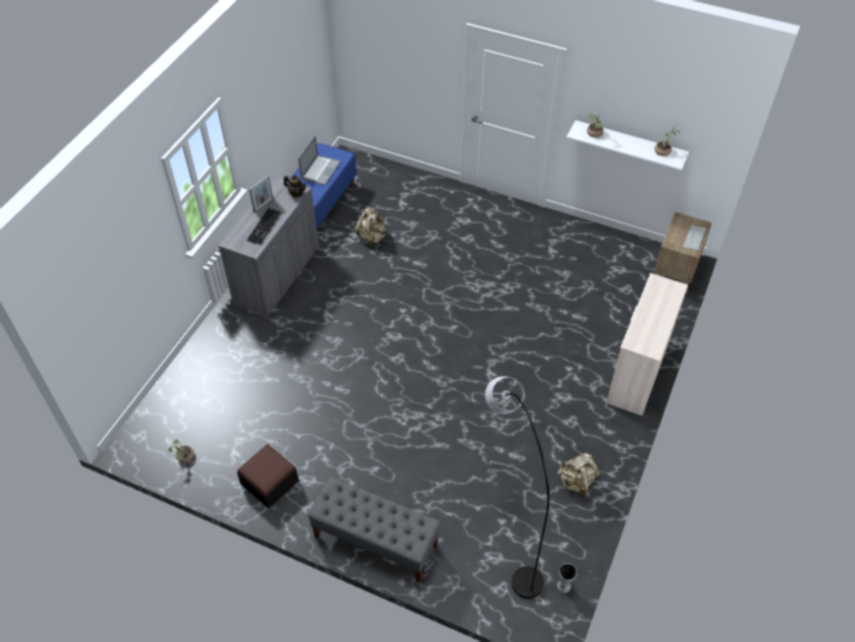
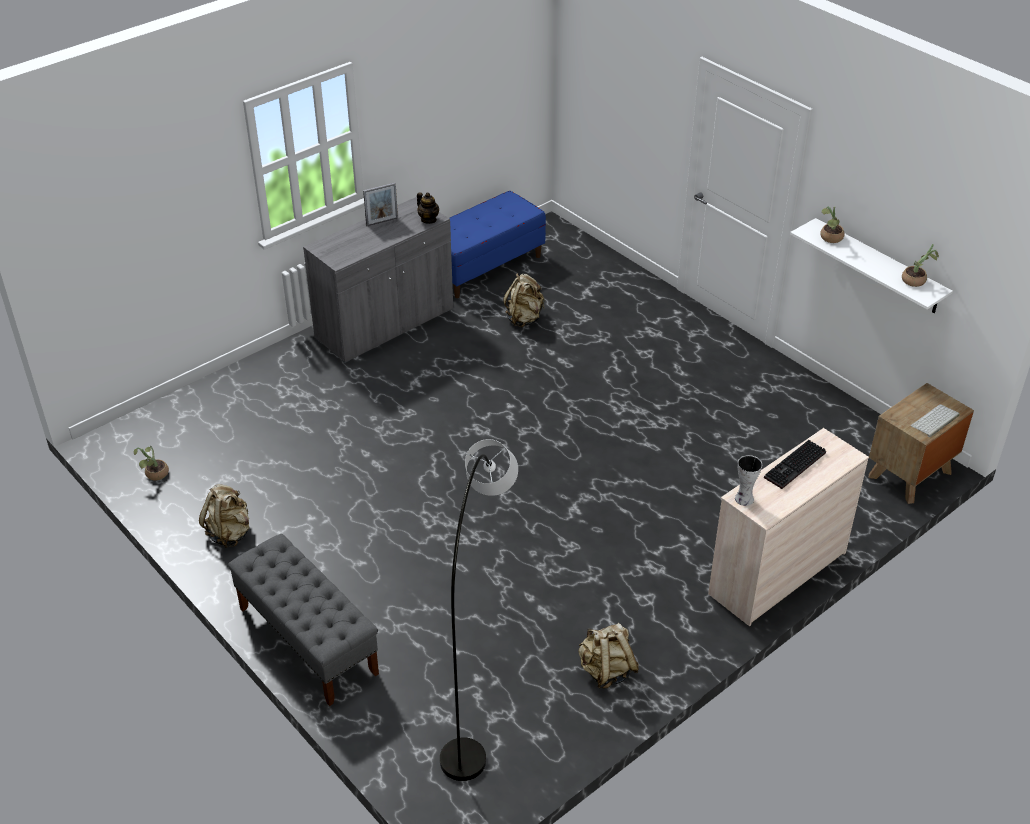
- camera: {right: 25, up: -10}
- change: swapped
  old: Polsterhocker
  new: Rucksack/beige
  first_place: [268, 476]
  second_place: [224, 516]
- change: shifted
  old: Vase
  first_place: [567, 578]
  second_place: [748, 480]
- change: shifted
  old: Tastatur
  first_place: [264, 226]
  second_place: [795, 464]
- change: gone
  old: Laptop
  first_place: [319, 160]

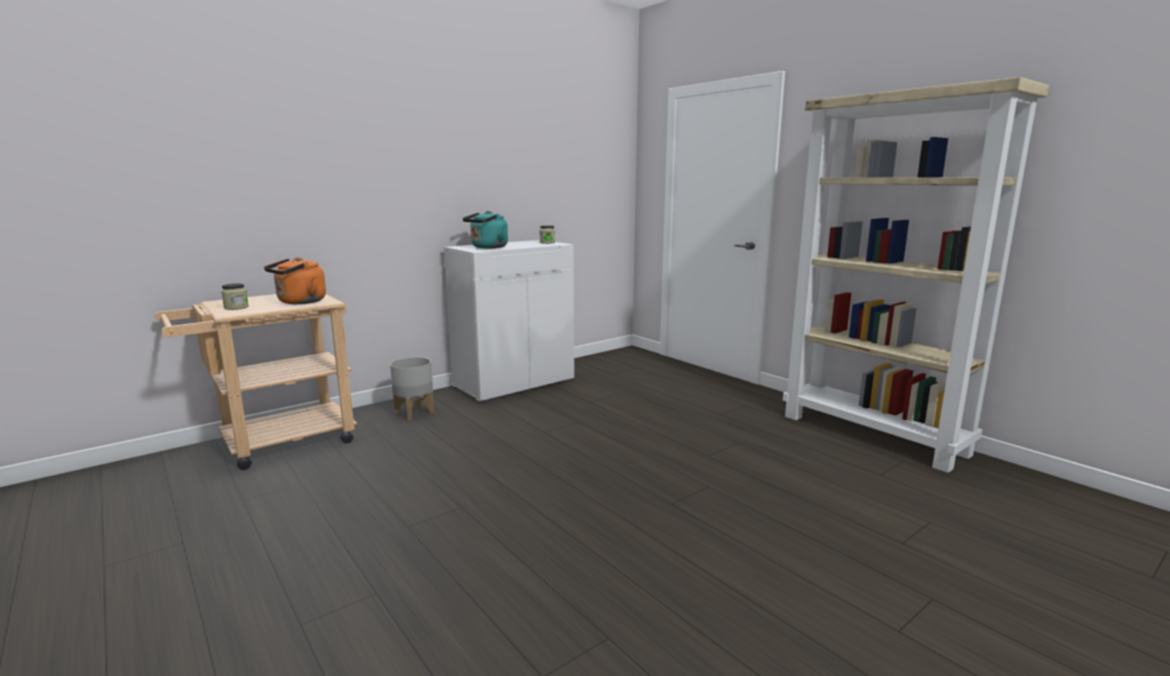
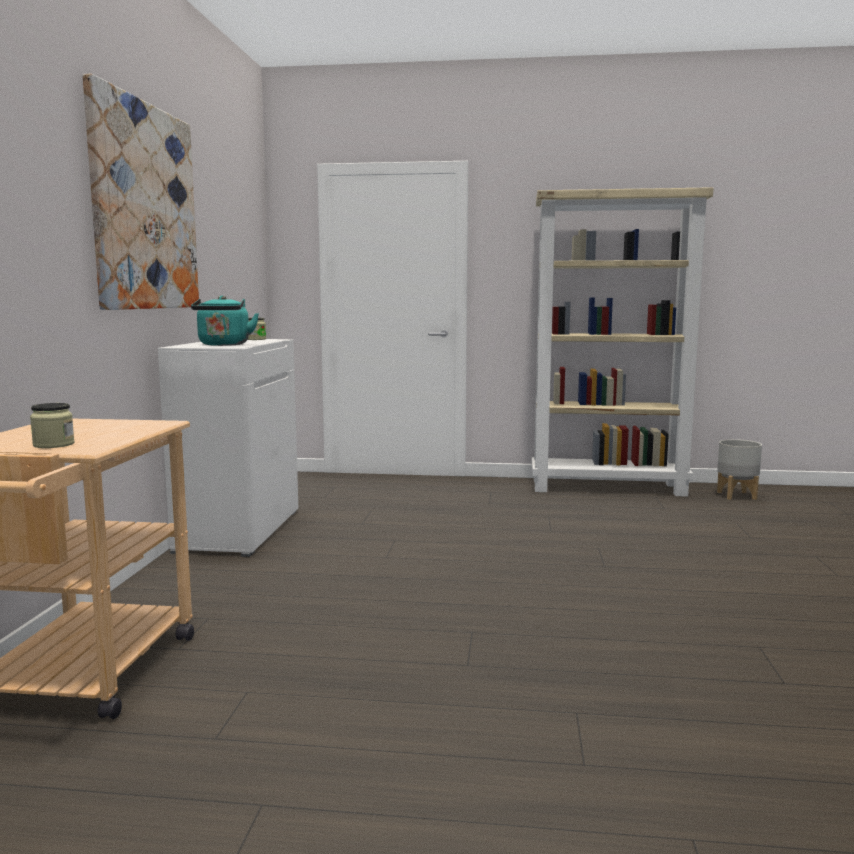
- camera: {right: -45, up: -5}
- change: new
  new: Bild
  second_place: [141, 192]
- change: shifted
  old: Pflanzkübel/grau
  first_place: [412, 389]
  second_place: [739, 469]
- change: gone
  old: Wasserkessel/orange
  first_place: [295, 280]

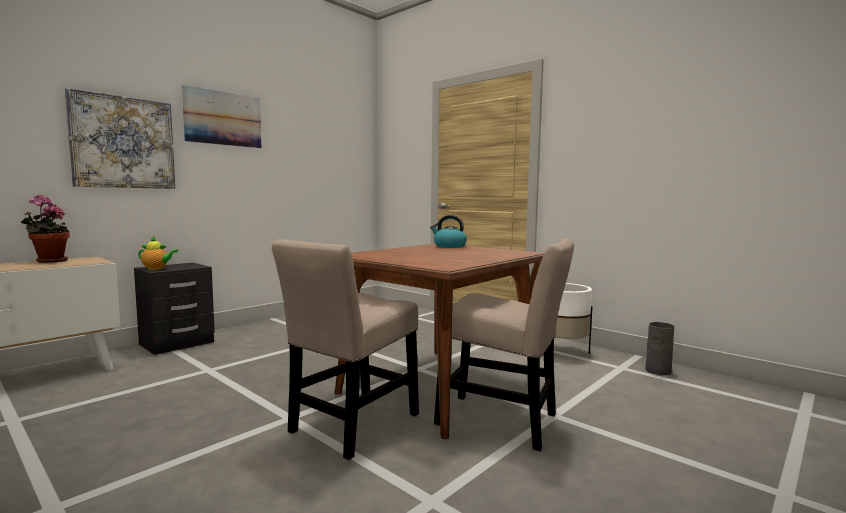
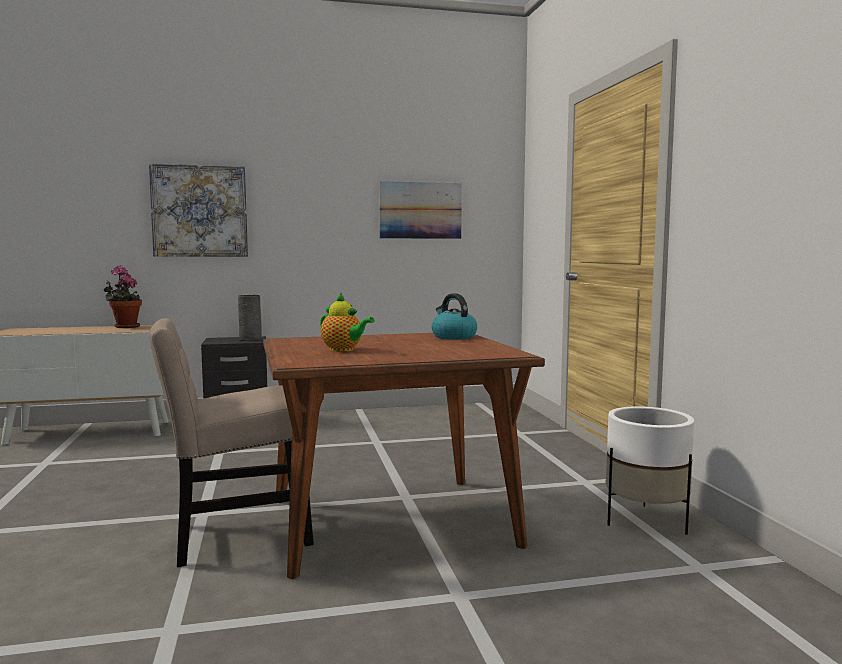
- camera: {right: 35, up: 0}
- change: shifted
  old: Vase/grau
  first_place: [660, 348]
  second_place: [250, 318]
- change: shifted
  old: Teekanne
  first_place: [158, 253]
  second_place: [347, 321]
- change: shifted
  old: Bild
  first_place: [221, 116]
  second_place: [420, 210]
- change: gone
  old: Stuhl/beige
  first_place: [504, 344]

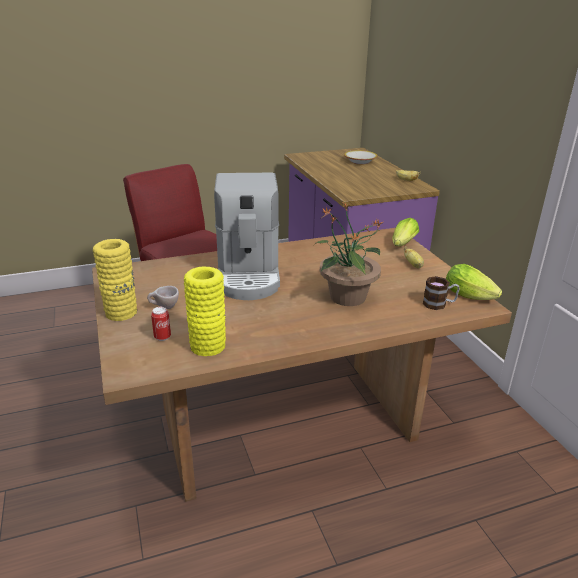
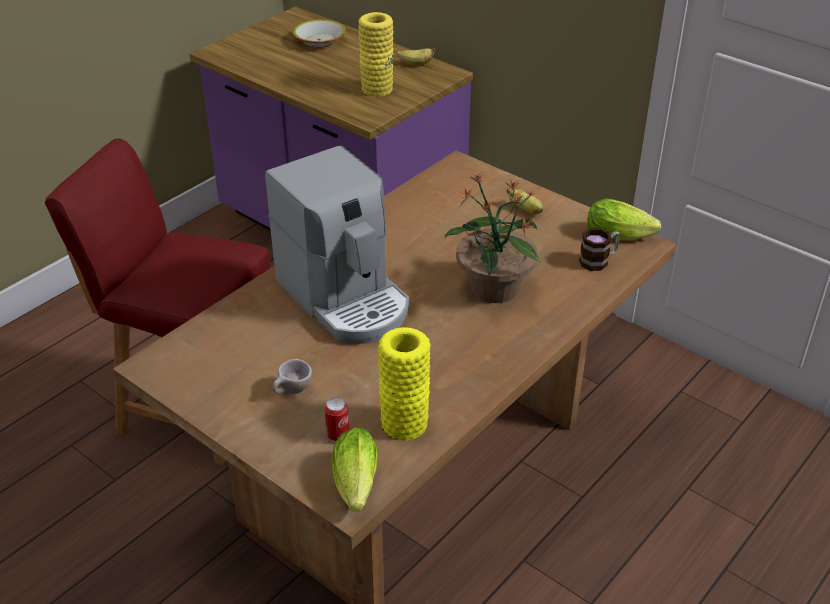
- camera: {right: -30, up: 10}
- change: shifted
  old: Salatkopf
  first_place: [406, 232]
  second_place: [355, 470]
- change: shifted
  old: Vase/gelb
  first_place: [115, 280]
  second_place: [376, 54]

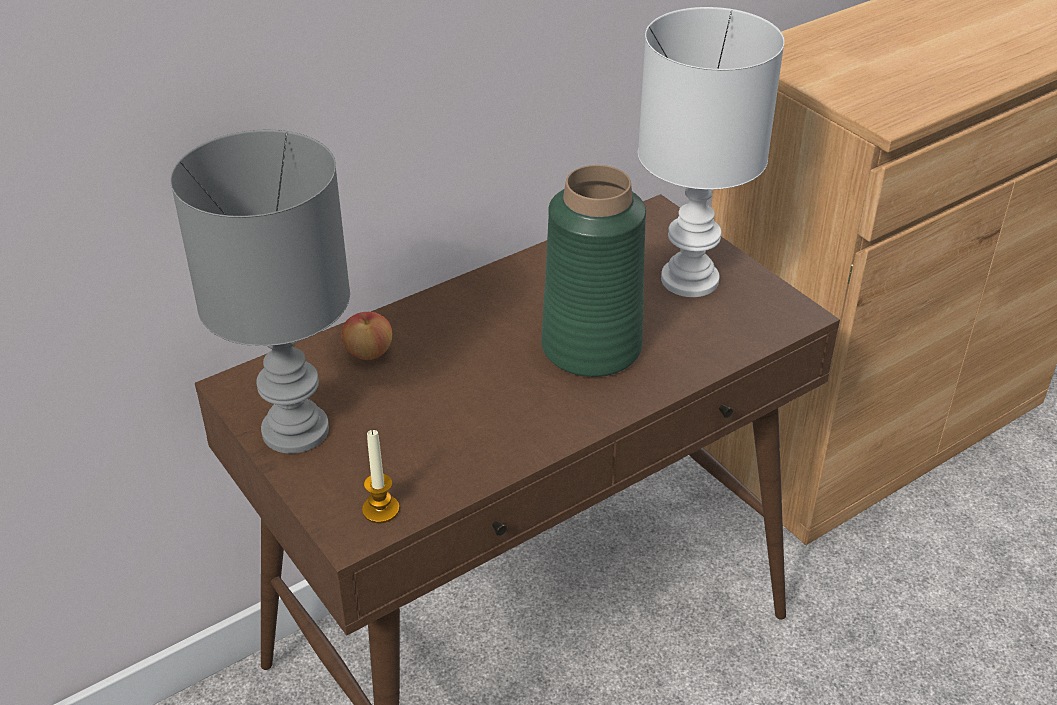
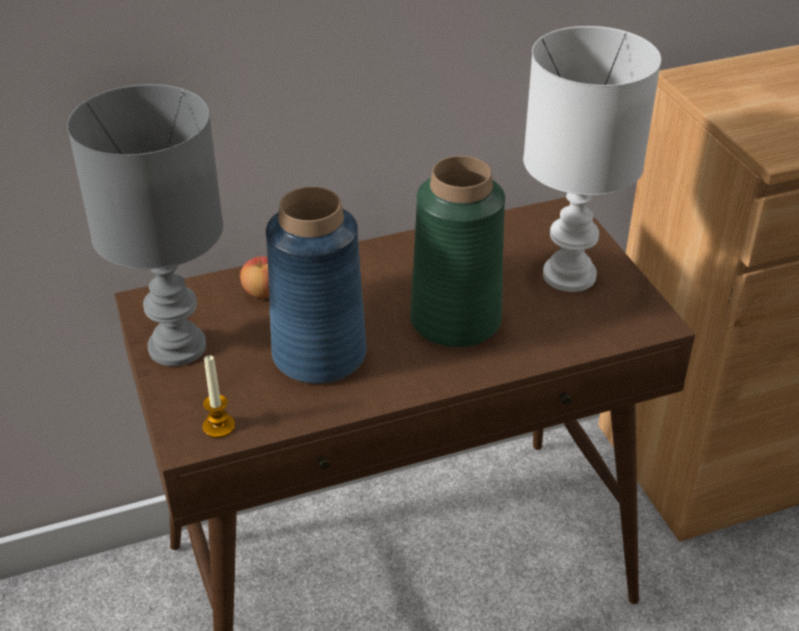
- camera: {right: 15, up: 0}
- change: new
  new: Vase/blau
  second_place: [316, 285]

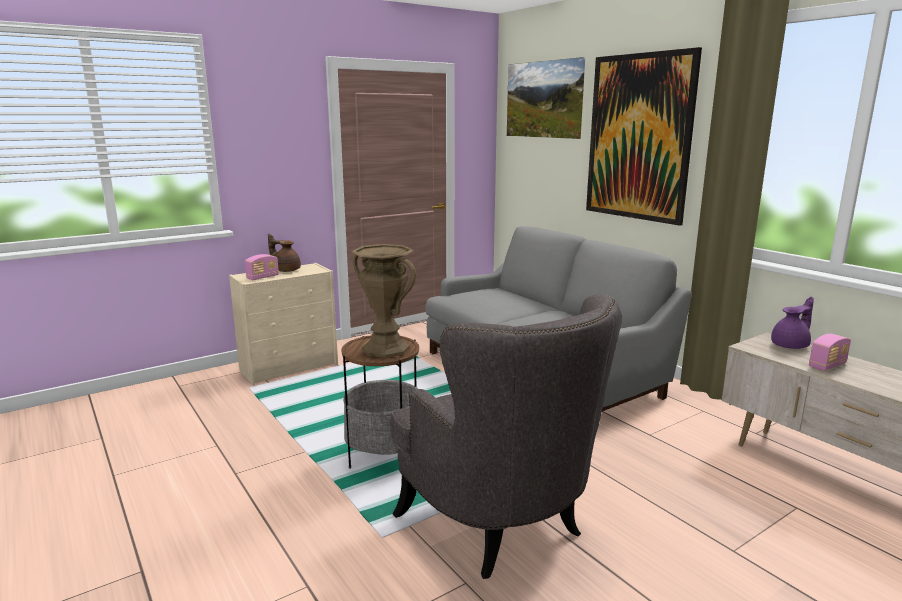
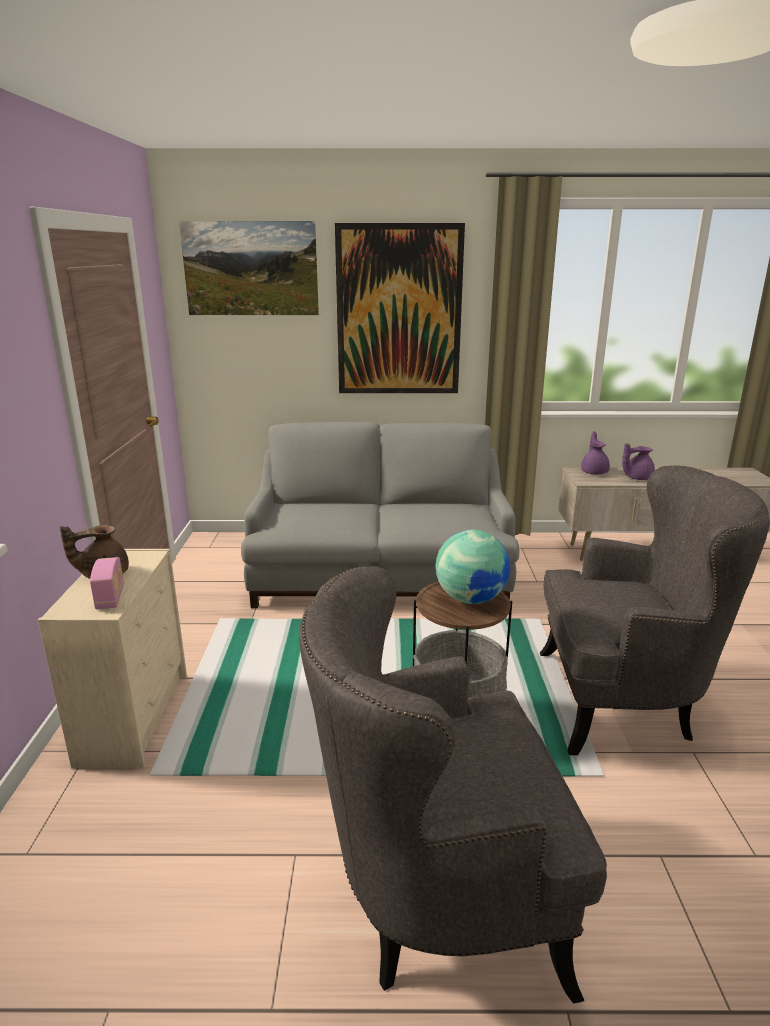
- camera: {right: -55, up: 5}
- change: new
  new: Sessel/grau
  second_place: [453, 784]
- change: swapped
  old: Vase/braun
  new: Globus
  first_place: [383, 301]
  second_place: [472, 567]
- change: swapped
  old: Radio
  new: Teekanne/lila
  first_place: [830, 352]
  second_place: [638, 461]

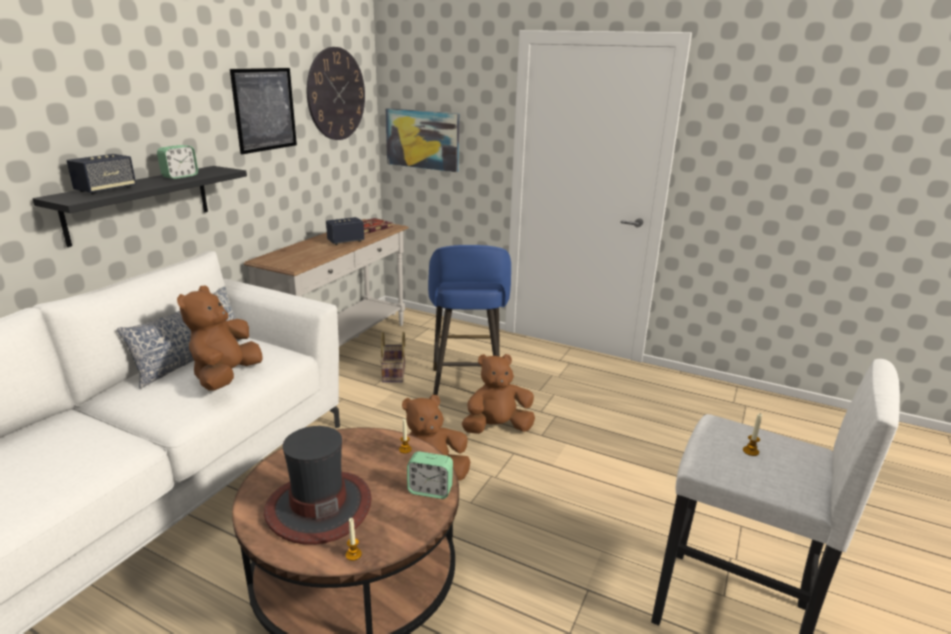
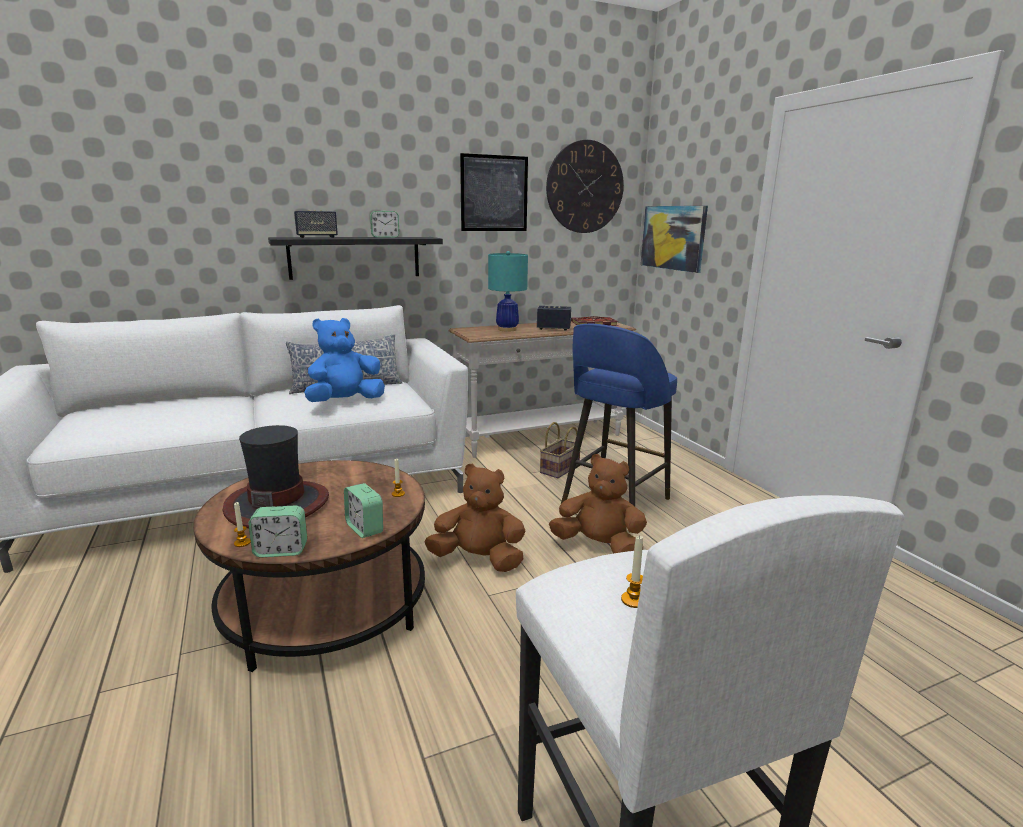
- camera: {right: 40, up: -5}
- change: new
  new: Wecker
  second_place: [277, 531]
- change: repainted
  old: Plüschtier/braun
  new: Plüschtier/blau
  first_place: [220, 338]
  second_place: [344, 360]
- change: new
  new: Tischlampe/türkis
  second_place: [508, 291]

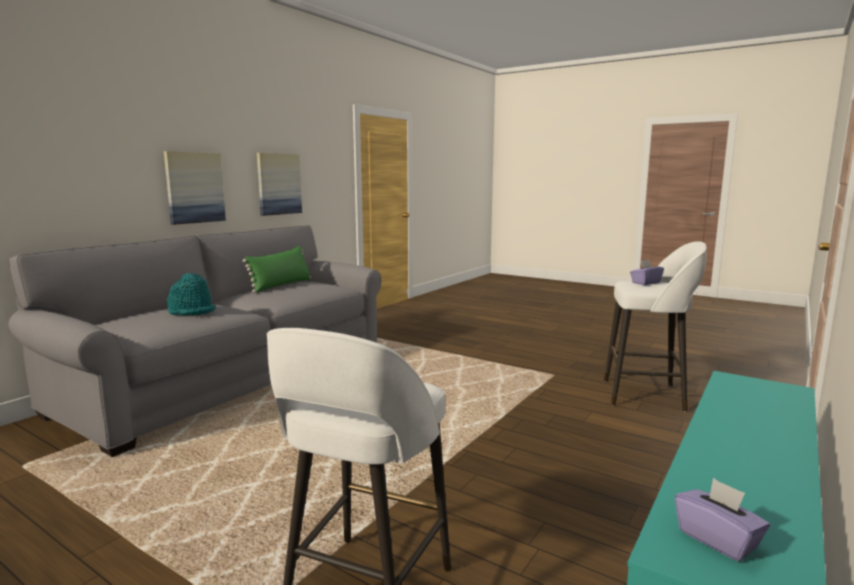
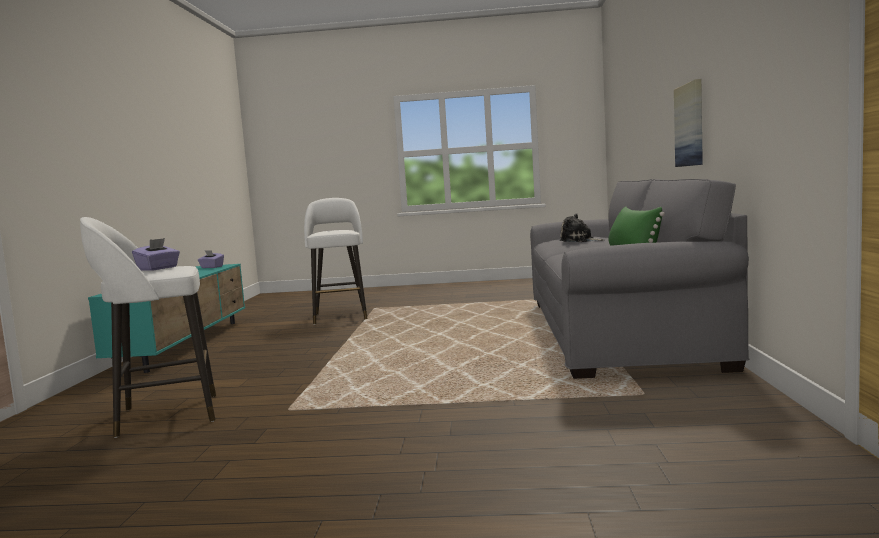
- camera: {right: 150, up: -5}
- change: swapped
  old: Hut/türkis
  new: Plüschtier
  first_place: [191, 294]
  second_place: [581, 228]
- change: gone
  old: Bild
  first_place: [279, 184]

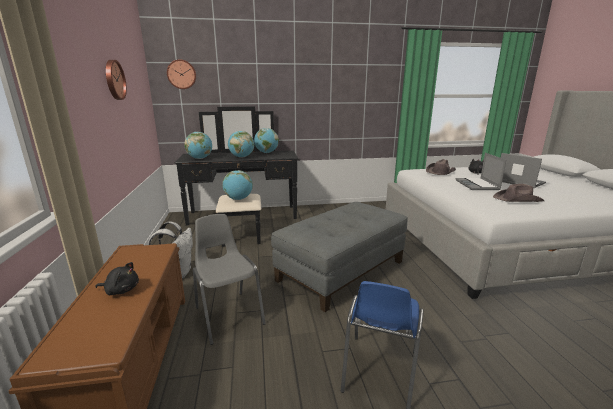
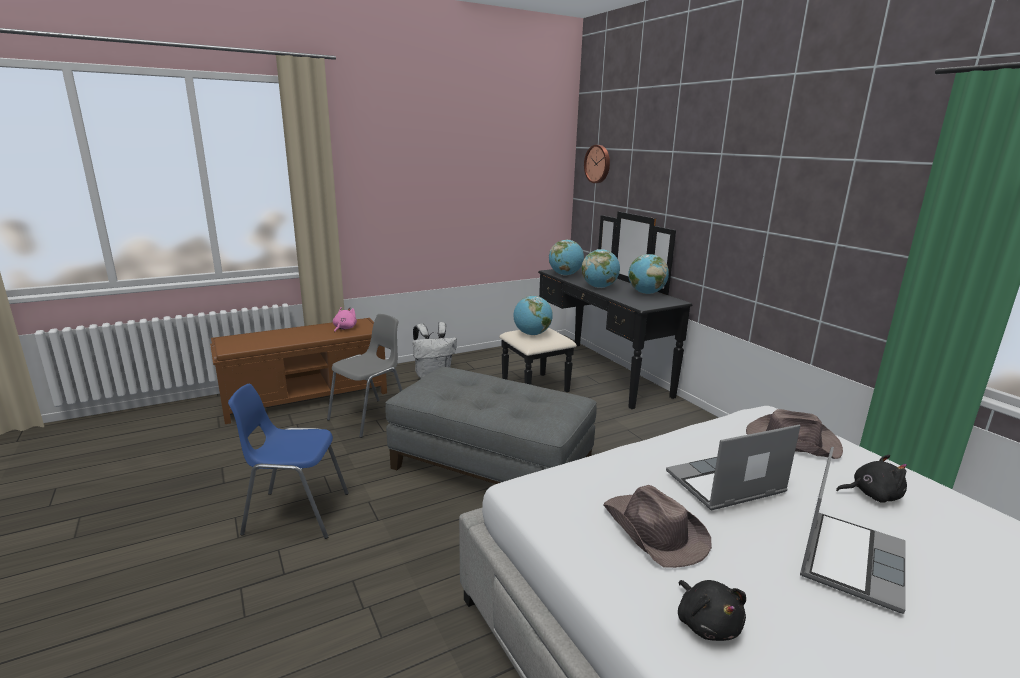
- camera: {right: 70, up: 0}
- change: new
  new: Plüschtier/rosa
  second_place: [345, 319]
- change: shifted
  old: Plüschtier/schwarz
  first_place: [117, 278]
  second_place: [712, 610]
- change: gone
  old: Wanduhr
  first_place: [116, 80]

